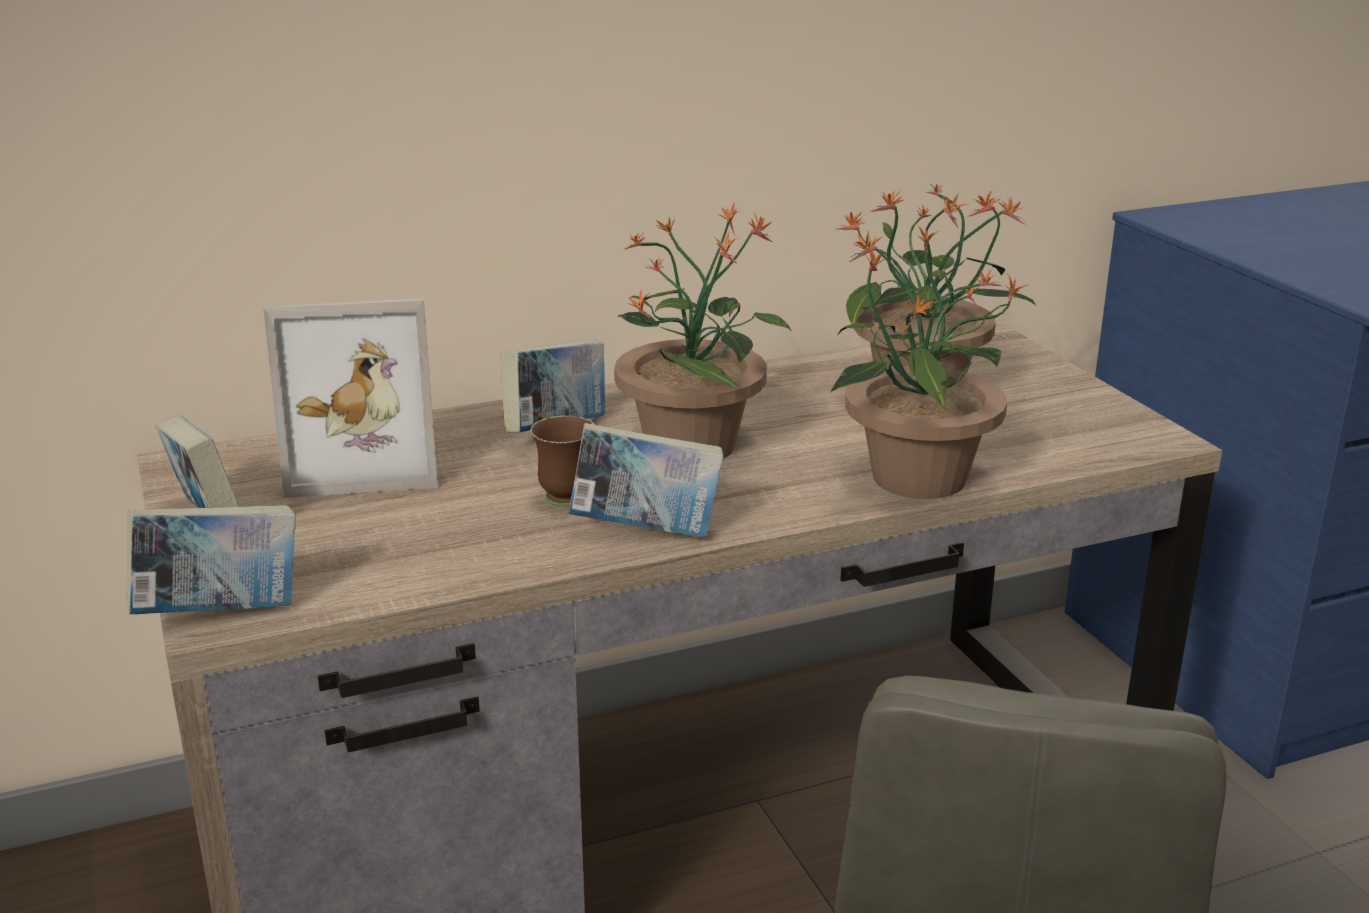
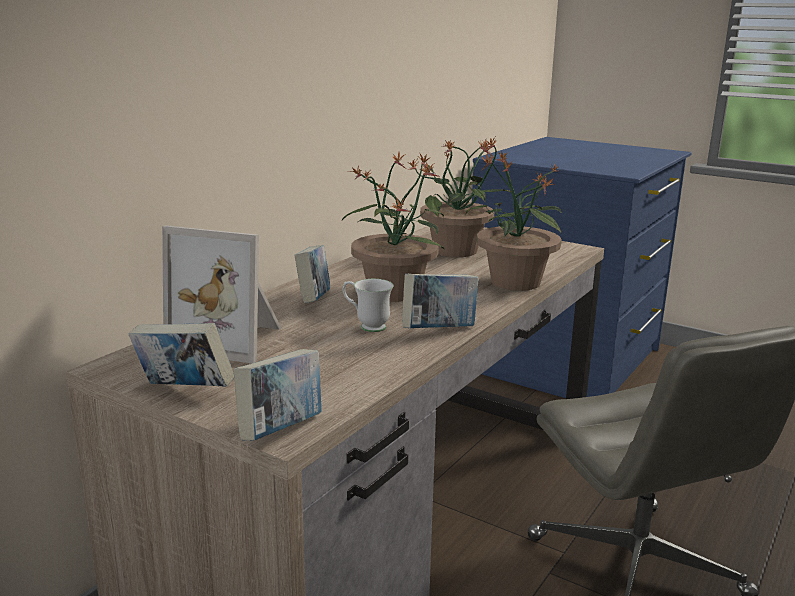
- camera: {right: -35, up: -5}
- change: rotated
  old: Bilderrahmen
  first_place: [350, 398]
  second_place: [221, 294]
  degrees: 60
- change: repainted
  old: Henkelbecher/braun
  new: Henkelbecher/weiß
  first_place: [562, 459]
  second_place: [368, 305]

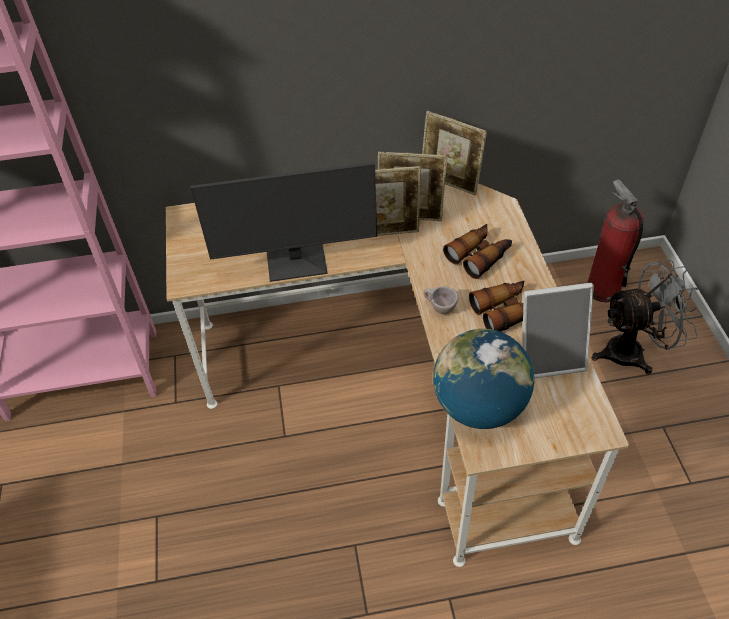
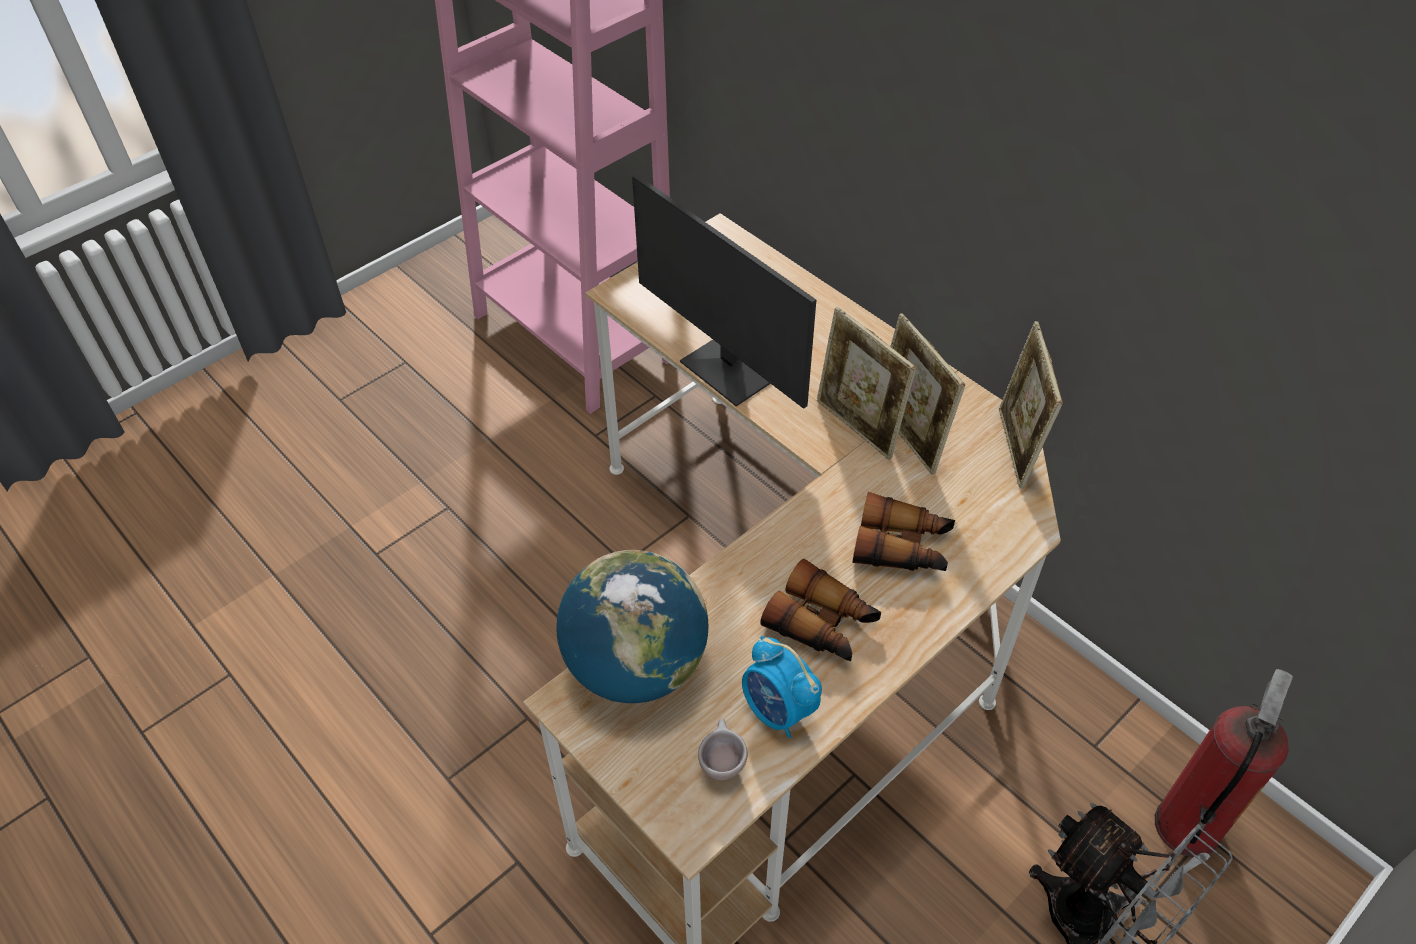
- camera: {right: 55, up: 0}
- change: shifted
  old: Tasse/beige
  first_place: [441, 300]
  second_place: [723, 749]
- change: swapped
  old: Bilderrahmen
  new: Wecker
  first_place: [558, 330]
  second_place: [782, 687]

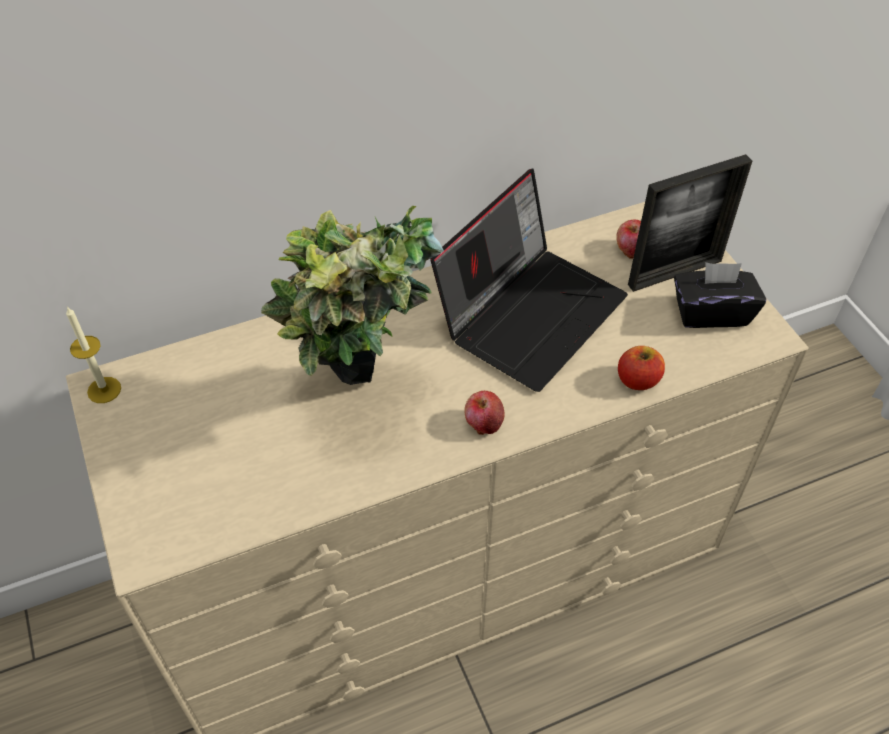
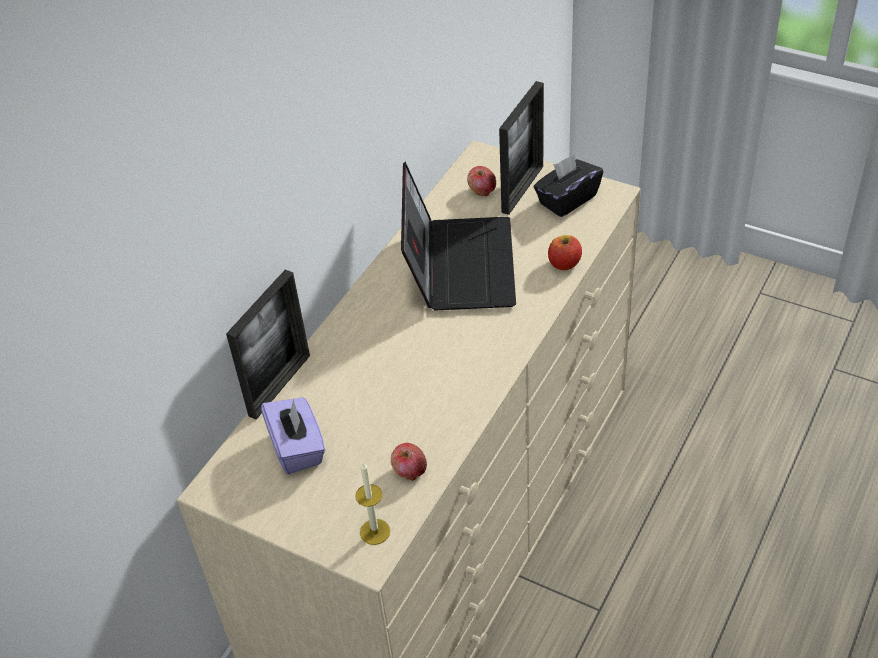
- camera: {right: -35, up: -5}
- change: new
  new: Bilderrahmen
  second_place: [268, 345]
- change: new
  new: Taschentuchbox/lila
  second_place: [293, 436]
- change: shifted
  old: Kerze
  first_place: [93, 355]
  second_place: [372, 503]
- change: shifted
  old: Apfel
  first_place: [484, 413]
  second_place: [409, 462]
- change: gone
  old: Topfpflanze
  first_place: [352, 295]

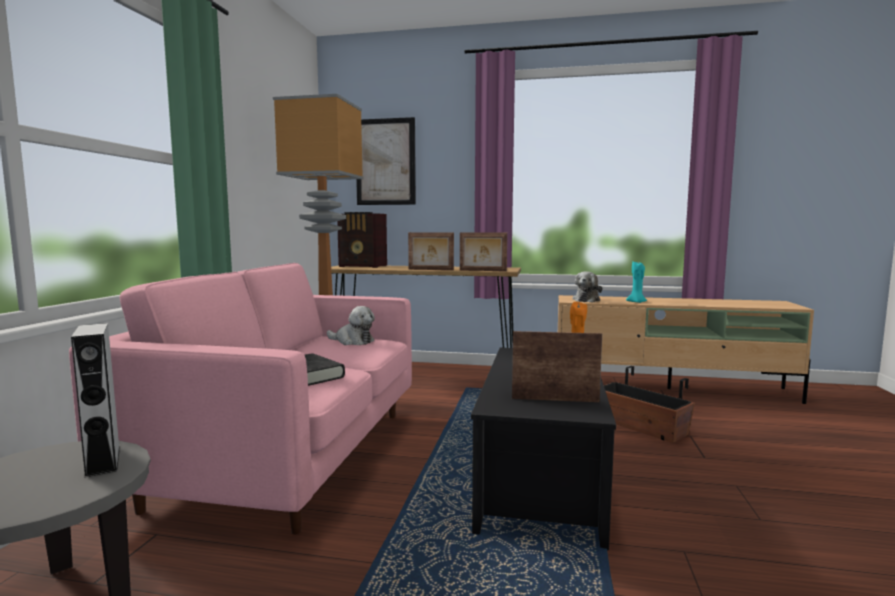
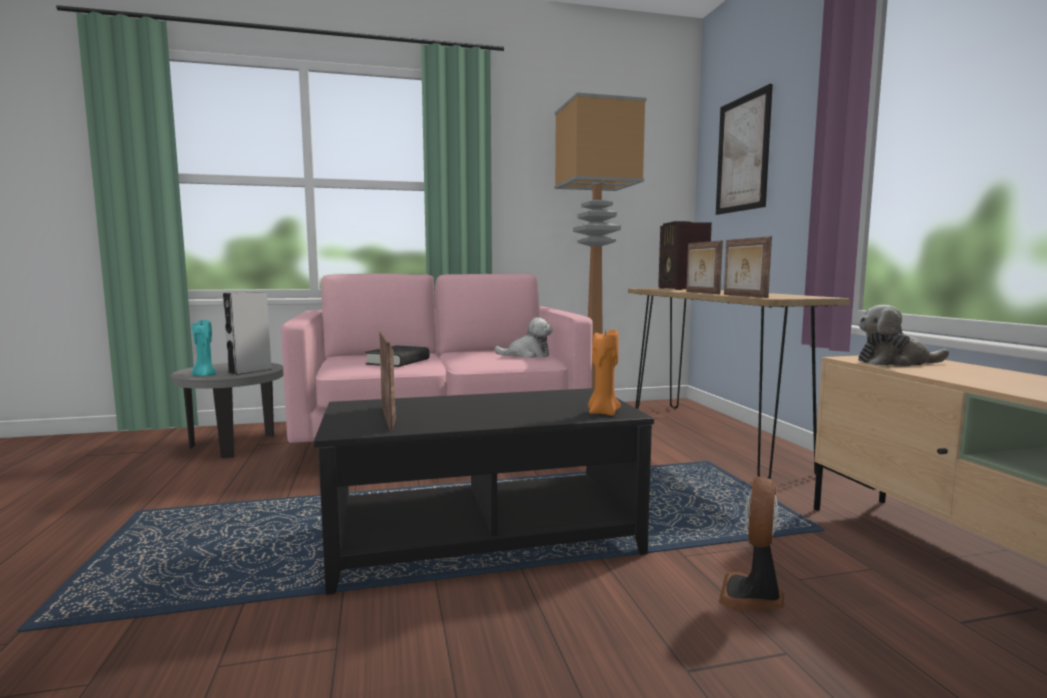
- camera: {right: 65, up: 0}
- change: shifted
  old: Kerze/türkis
  first_place: [636, 282]
  second_place: [204, 348]
- change: rotated
  old: Plüschtier
  first_place: [351, 325]
  second_place: [523, 337]
  degrees: -90
- change: swapped
  old: Pflanzkübel
  new: Ventilator
  first_place: [649, 404]
  second_place: [751, 543]

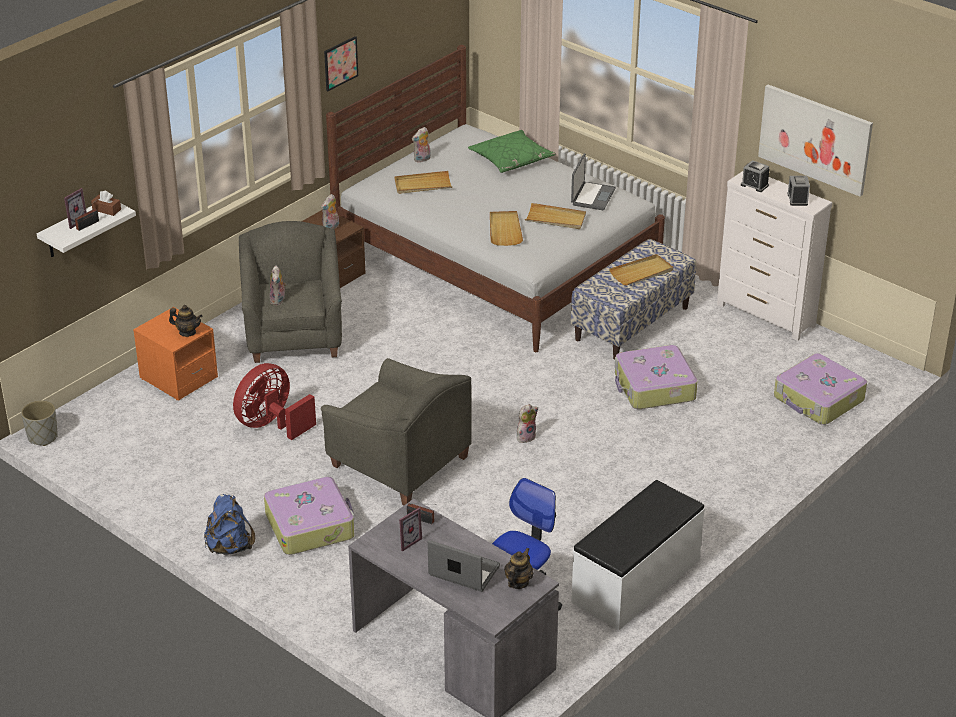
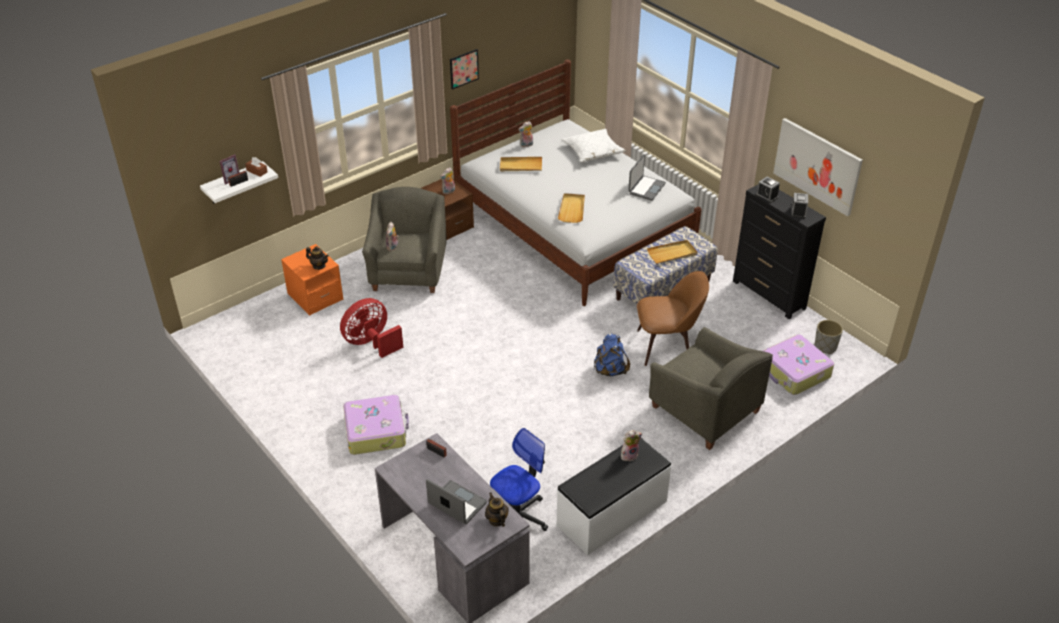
- camera: {right: 10, up: 5}
- change: rotated
  old: Teekanne
  first_place: [519, 568]
  second_place: [497, 509]
  degrees: -60
- change: repainted
  old: Kissen/grün
  new: Kissen/weiß
  first_place: [512, 151]
  second_place: [593, 145]
- change: shifted
  old: Rucksack/blau
  first_place: [229, 524]
  second_place: [612, 354]
- change: shifted
  old: Plüschtier
  first_place: [527, 423]
  second_place: [631, 445]
- change: swapped
  old: Koffer
  new: Stuhl/braun
  first_place: [656, 377]
  second_place: [673, 318]
- change: shifted
  old: Sessel/grau
  first_place: [396, 431]
  second_place: [711, 388]
- change: repainted
  old: Kommode/weiß
  new: Kommode/schwarz
  first_place: [774, 256]
  second_place: [779, 252]
- change: shifted
  old: Pflanzkübel/grau
  first_place: [39, 423]
  second_place: [829, 337]
- change: gone
  old: Bilderrahmen
  first_place: [410, 529]
- change: gone
  old: Tablett/beige
  first_place: [555, 216]

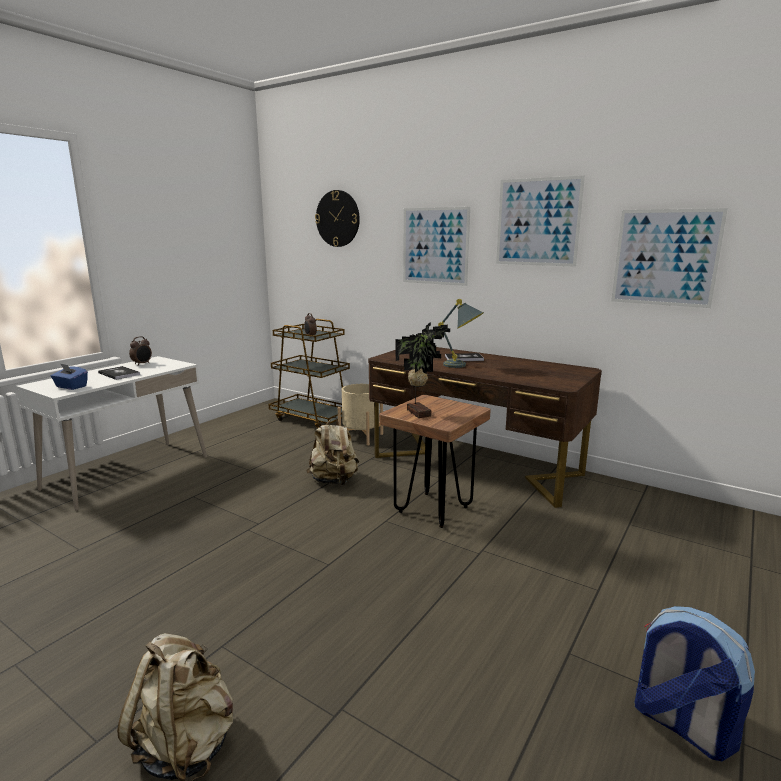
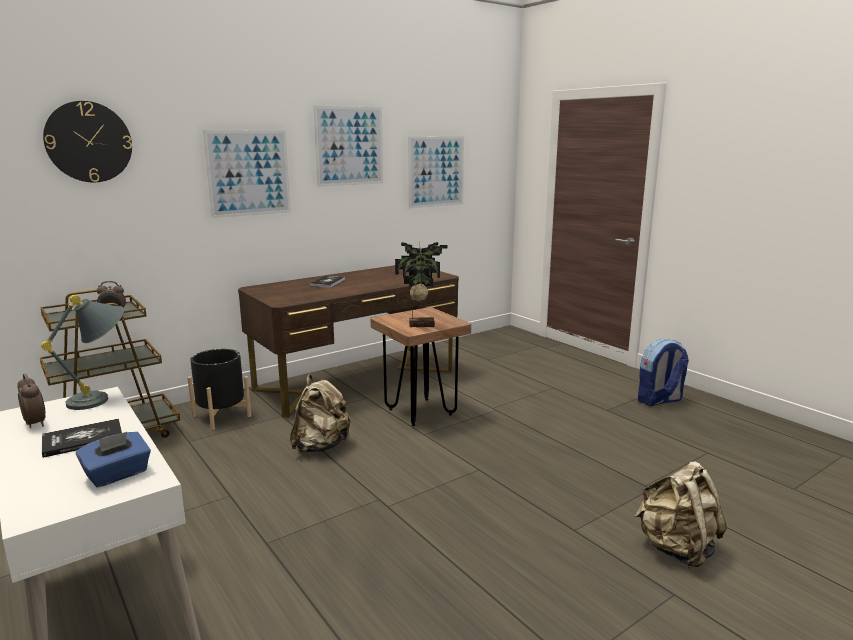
- camera: {right: -70, up: 0}
- change: shifted
  old: Tischlampe/grau
  first_place: [461, 333]
  second_place: [82, 352]
- change: repainted
  old: Pflanzkübel/beige
  new: Pflanzkübel/schwarz
  first_place: [360, 415]
  second_place: [219, 389]

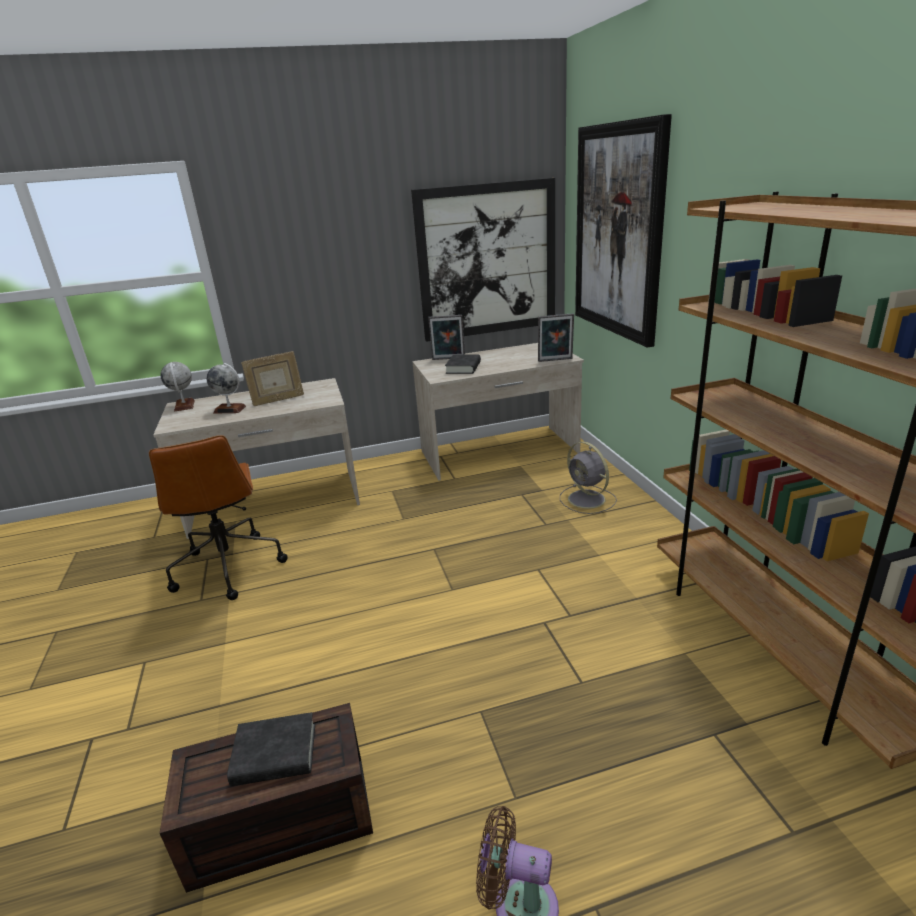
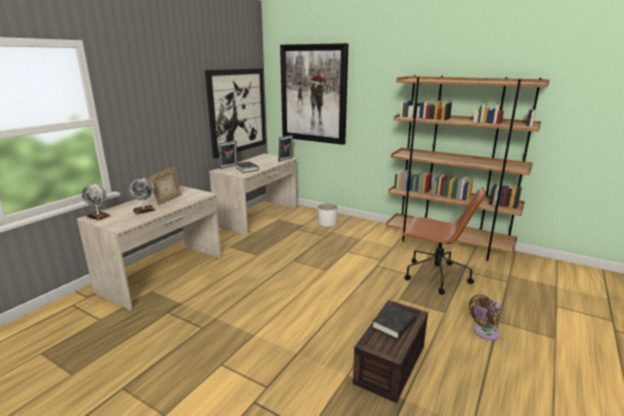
- camera: {right: -45, up: -5}
- change: swapped
  old: Ventilator/grau
  new: Pflanzkübel/weiß
  first_place: [588, 477]
  second_place: [328, 215]
- change: shifted
  old: Bürostuhl/braun
  first_place: [218, 517]
  second_place: [444, 241]

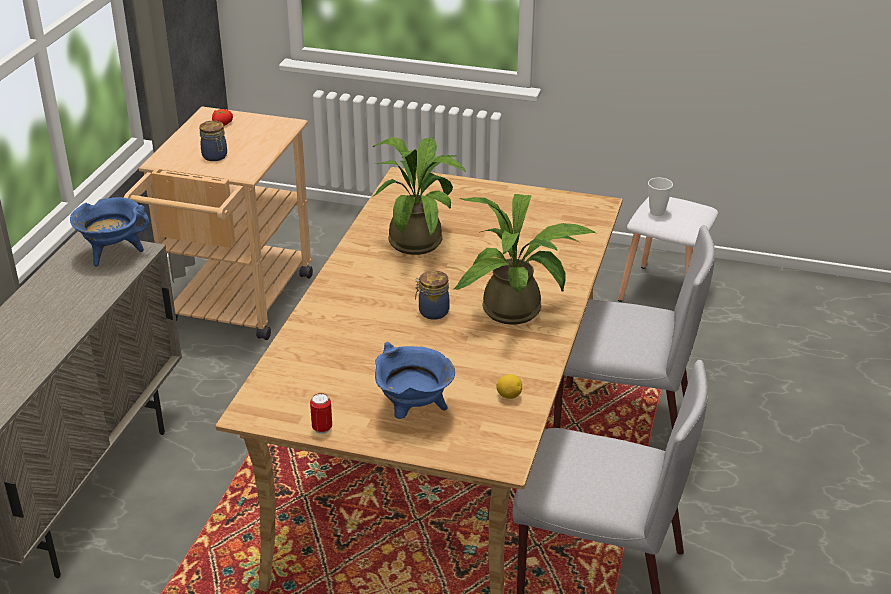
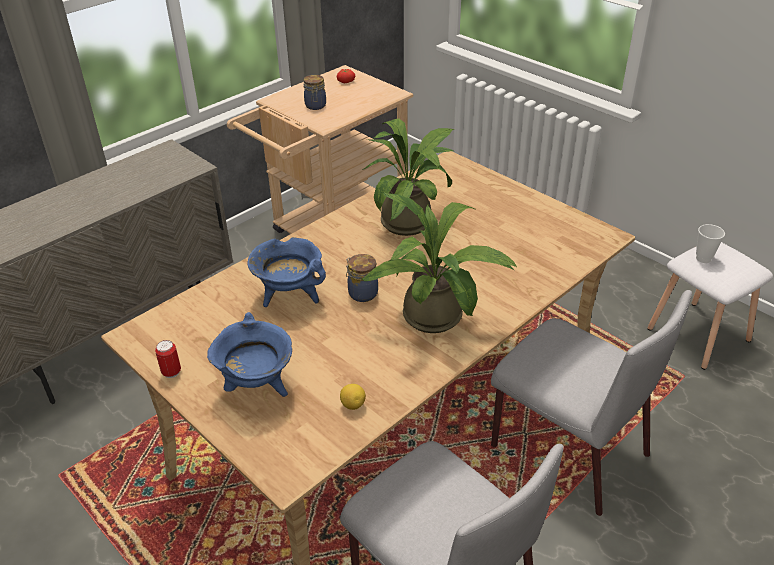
- camera: {right: 30, up: 5}
- change: shifted
  old: Kochtopf/blau
  first_place: [109, 232]
  second_place: [287, 272]

